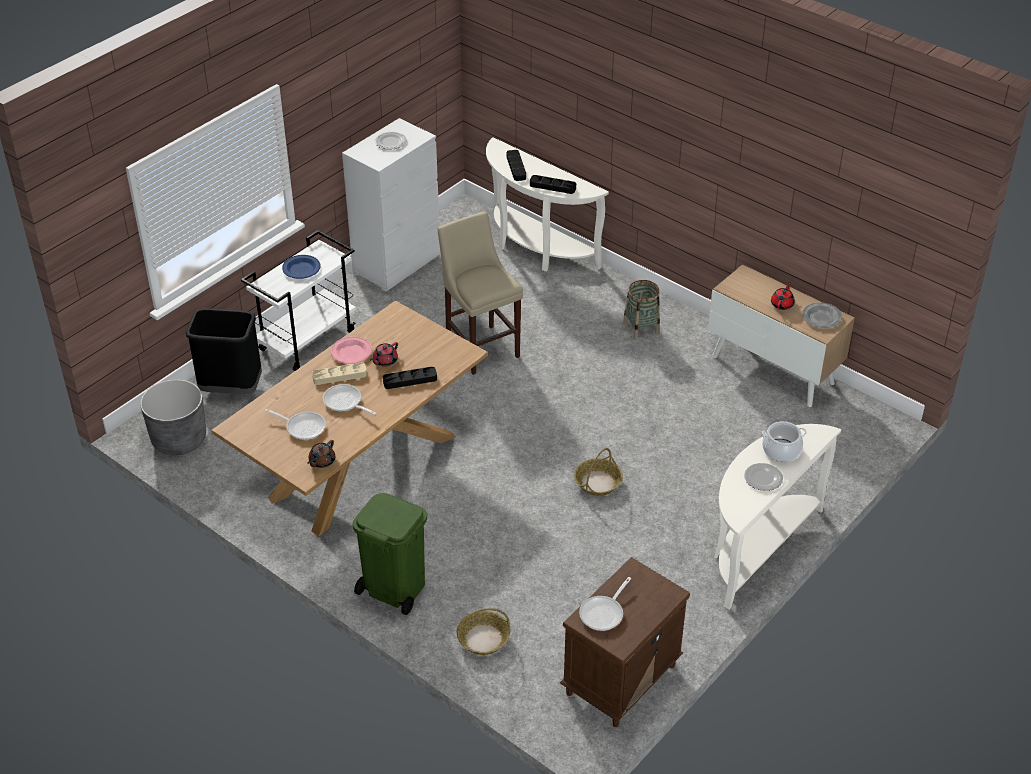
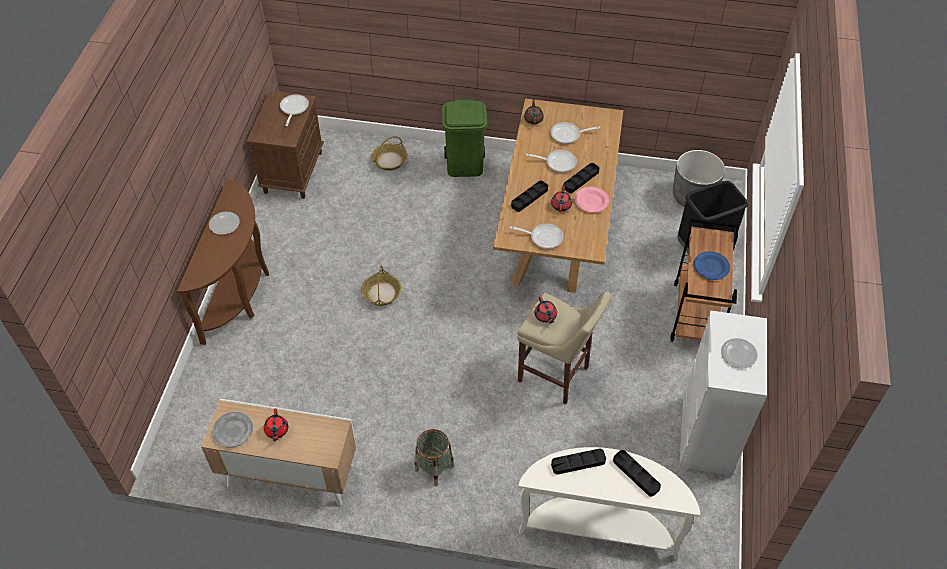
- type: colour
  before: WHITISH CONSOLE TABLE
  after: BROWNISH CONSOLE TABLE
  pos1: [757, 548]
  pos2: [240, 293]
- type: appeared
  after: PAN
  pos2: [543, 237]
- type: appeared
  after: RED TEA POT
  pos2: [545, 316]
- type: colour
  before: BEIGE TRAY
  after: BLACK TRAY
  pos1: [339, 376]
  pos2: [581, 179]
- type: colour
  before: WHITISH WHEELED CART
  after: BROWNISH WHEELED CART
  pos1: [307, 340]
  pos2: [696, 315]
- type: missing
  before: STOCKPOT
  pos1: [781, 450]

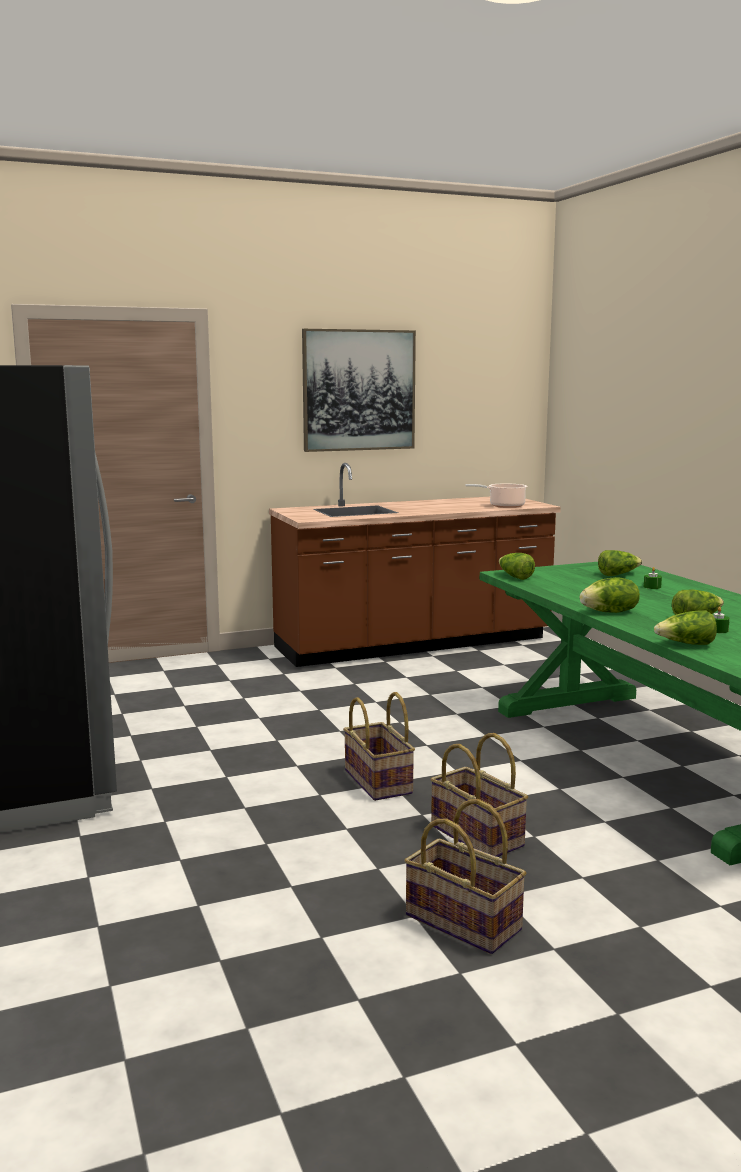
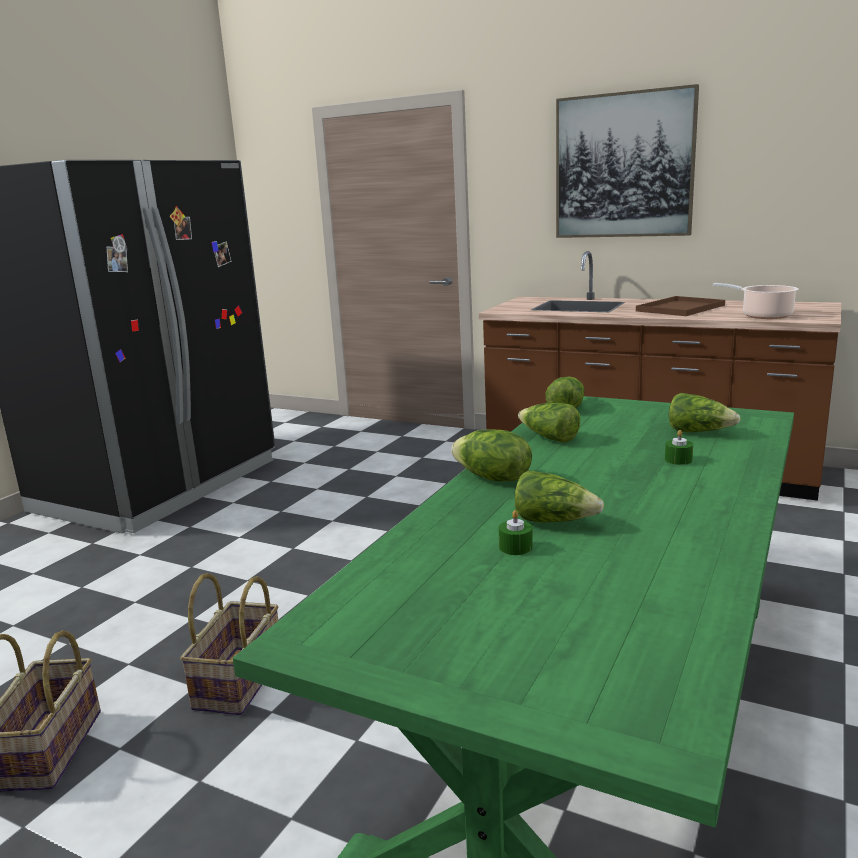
- type: relocated
  before: LETTUCE HEAD
  pos1: [686, 644]
  pos2: [549, 438]
- type: appeared
  after: BROWNISH TRAY
  pos2: [680, 308]
- type: missing
  before: HOUSEHOLD BASKET
  pos1: [379, 782]

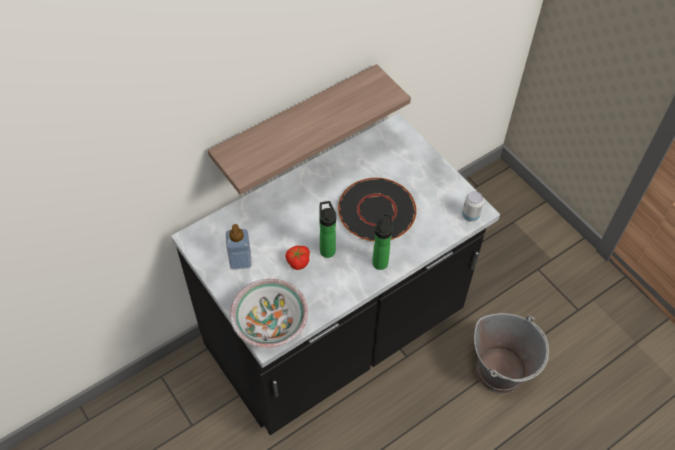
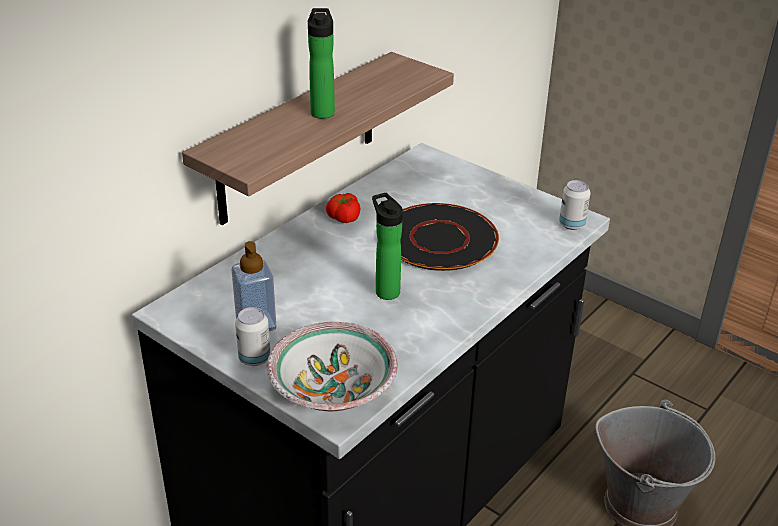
- type: appeared
  after: CAN
  pos2: [254, 358]
- type: relocated
  before: BEVERAGE BOTTLE
  pos1: [380, 261]
  pos2: [322, 111]
- type: relocated
  before: WHOLE TOMATO
  pos1: [297, 261]
  pos2: [343, 218]

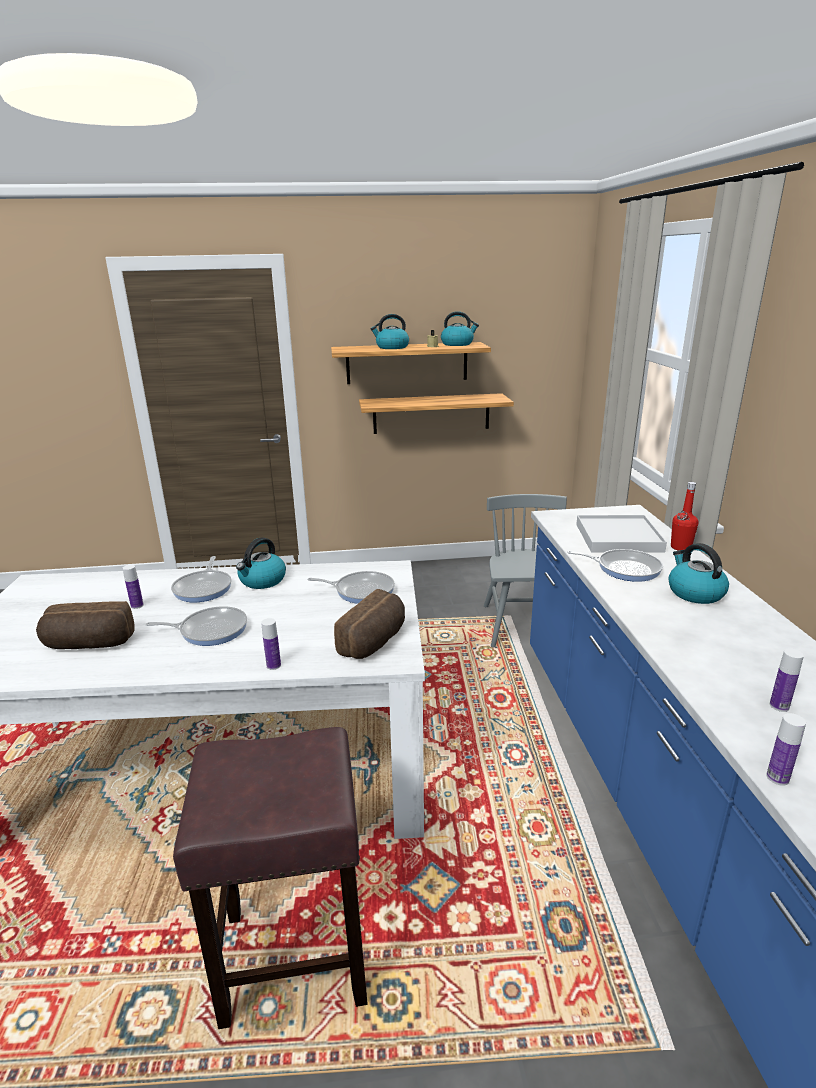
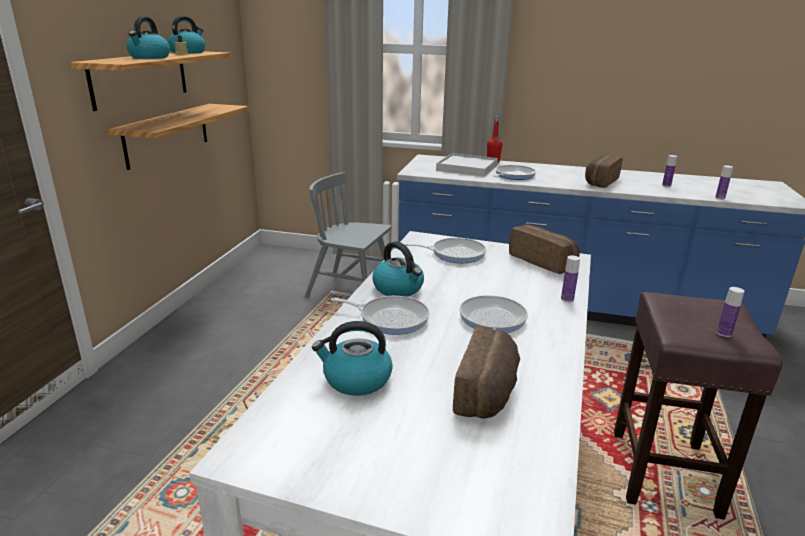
- type: relocated
  before: TEA KETTLE
  pos1: [694, 592]
  pos2: [356, 380]
- type: spun
  before: PAN
  pos1: [361, 591]
  pos2: [455, 254]
  turn: 60
- type: appeared
  after: BREAD
  pos2: [599, 181]
- type: relocated
  before: BEVERAGE BOTTLE
  pos1: [137, 605]
  pos2: [724, 333]

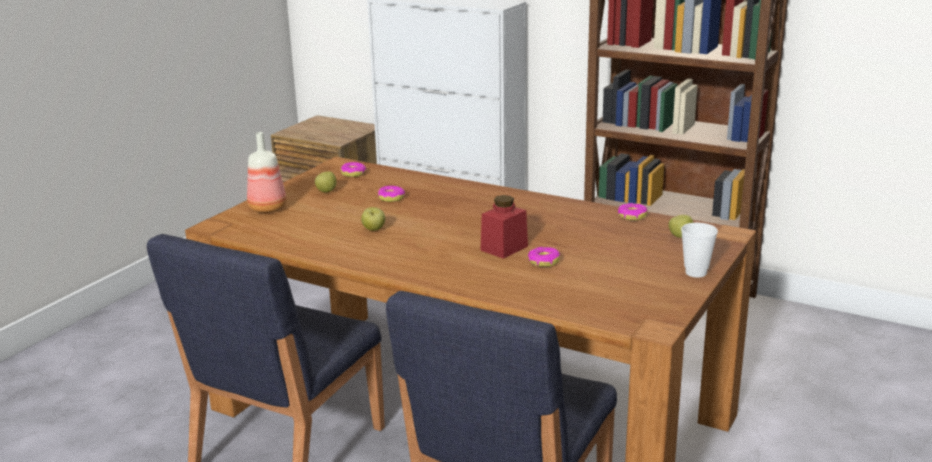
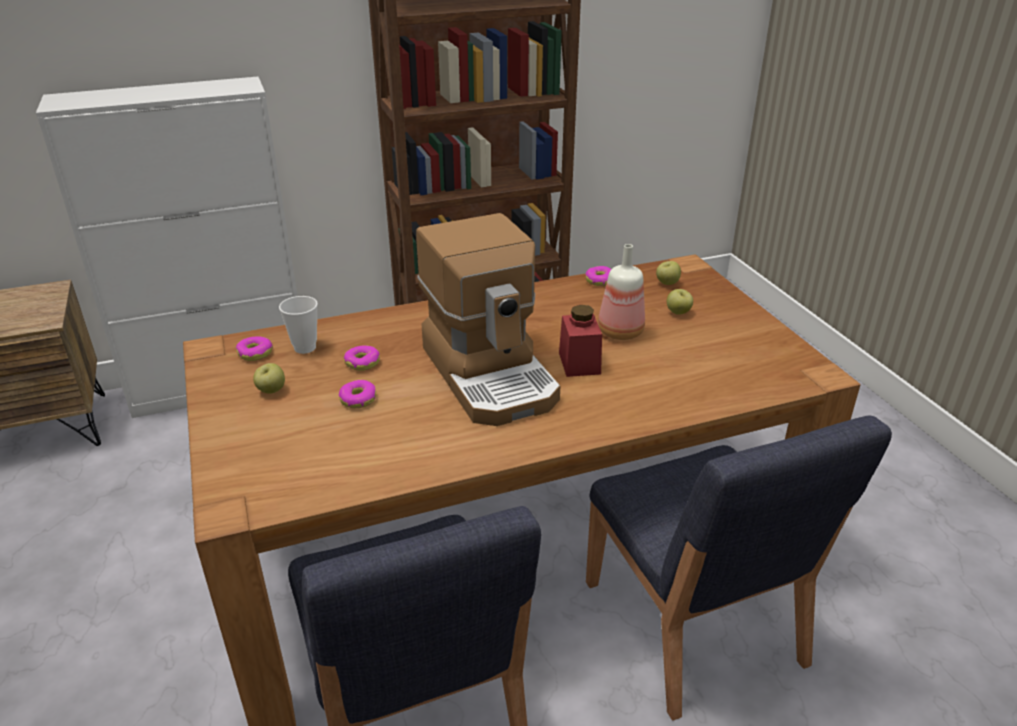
- type: relocated
  before: CUP
  pos1: [696, 273]
  pos2: [305, 347]
- type: relocated
  before: RING DOUGHNUT
  pos1: [543, 262]
  pos2: [358, 399]
- type: appeared
  after: COFFEE MAKER
  pos2: [491, 374]
- type: relocated
  before: BEVERAGE BOTTLE
  pos1: [267, 208]
  pos2: [619, 332]
- type: relocated
  before: APPLE
  pos1: [374, 230]
  pos2: [678, 313]

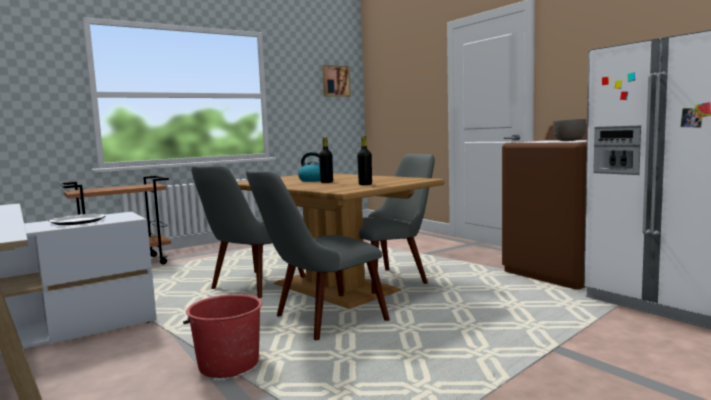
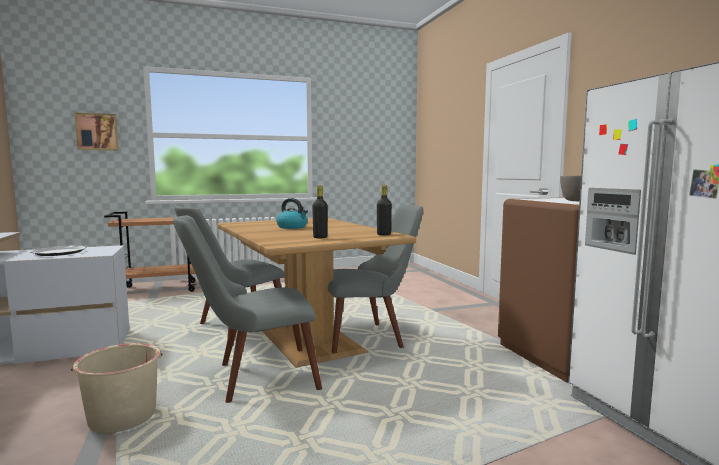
- type: colour
  before: RED BUCKET
  after: BEIGE BUCKET
  pos1: [228, 364]
  pos2: [122, 416]
- type: relocated
  before: PICTURE
  pos1: [335, 81]
  pos2: [97, 132]
- type: relocated
  before: BLACK BEVERAGE BOTTLE
  pos1: [326, 182]
  pos2: [383, 234]

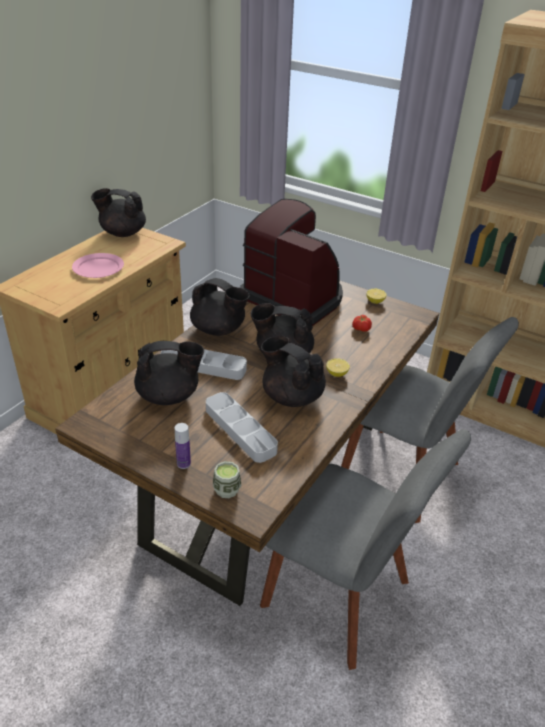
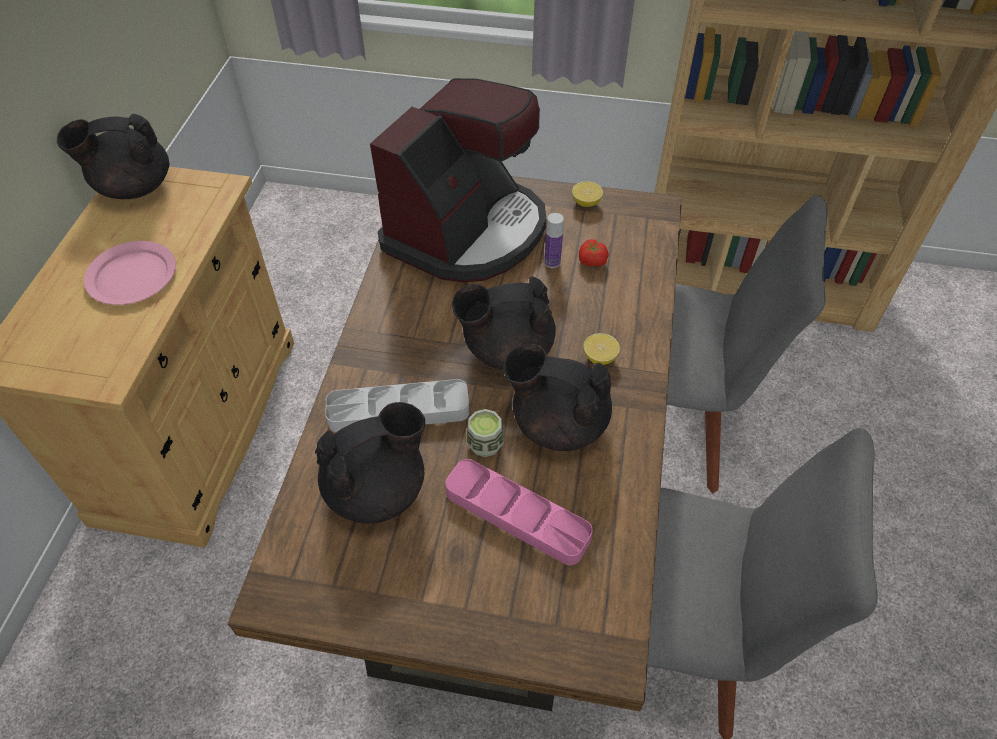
- type: spun
  before: COFFEE MAKER
  pos1: [294, 297]
  pos2: [467, 231]
  turn: 105
- type: colour
  before: GREYISH TRAY
  after: PINKISH TRAY
  pos1: [240, 430]
  pos2: [517, 515]
- type: relocated
  before: CUP
  pos1: [227, 490]
  pos2: [485, 444]
- type: relocated
  before: BEVERAGE BOTTLE
  pos1: [183, 464]
  pos2: [552, 262]
- type: missing
  before: BLACK TEA POT
  pos1: [219, 329]

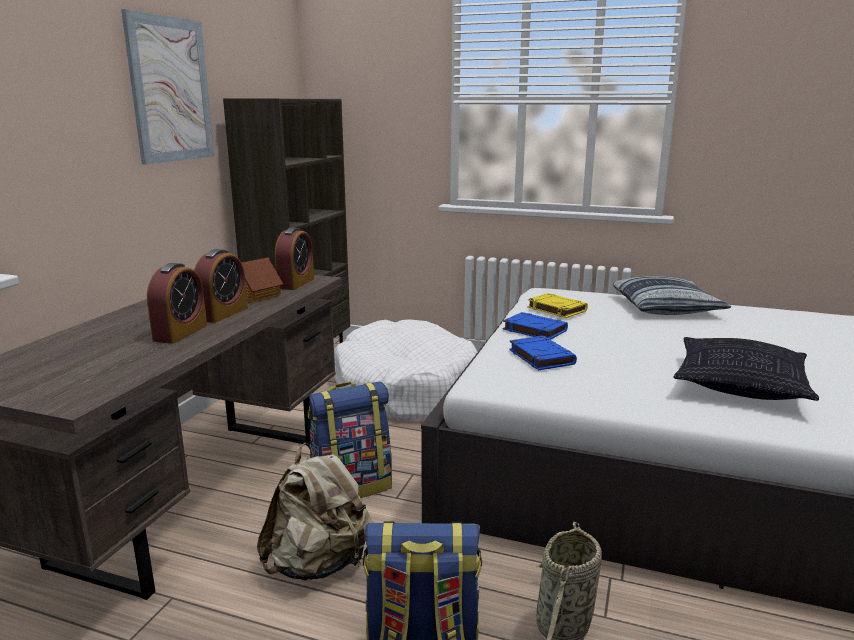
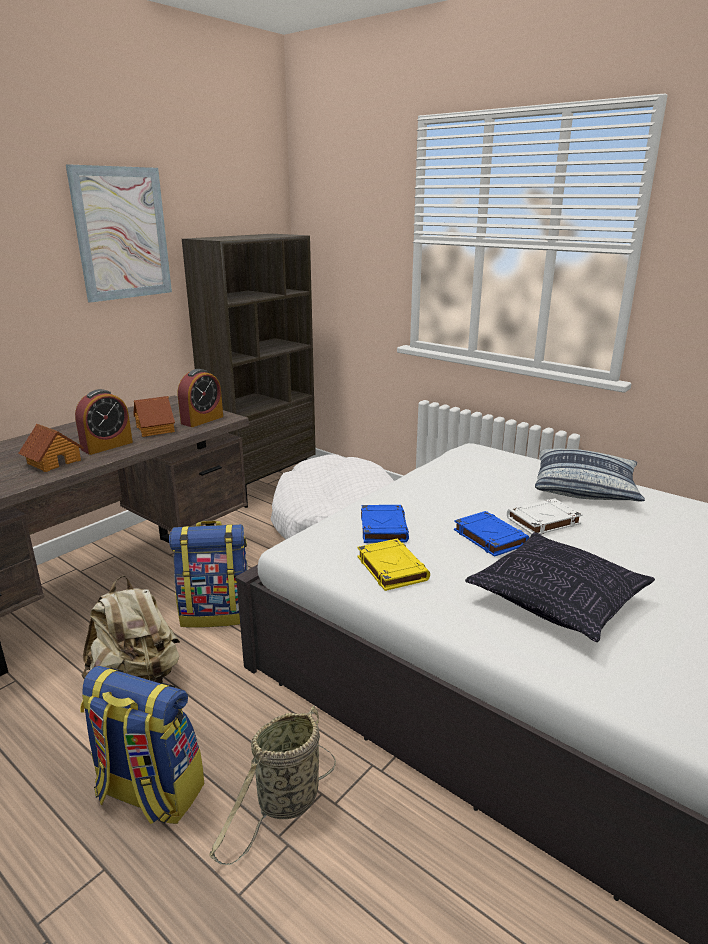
- type: exchanged
  before: ALARM CLOCK
  after: TOY HOUSE
  pos1: [180, 333]
  pos2: [53, 461]
- type: relocated
  before: YELLOW-COLOURED BOUND BOOK
  pos1: [556, 309]
  pos2: [391, 568]
- type: relocated
  before: BLUISH BOUND BOOK
  pos1: [534, 330]
  pos2: [489, 537]
- type: appeared
  after: WHITISH BOUND BOOK
  pos2: [542, 521]

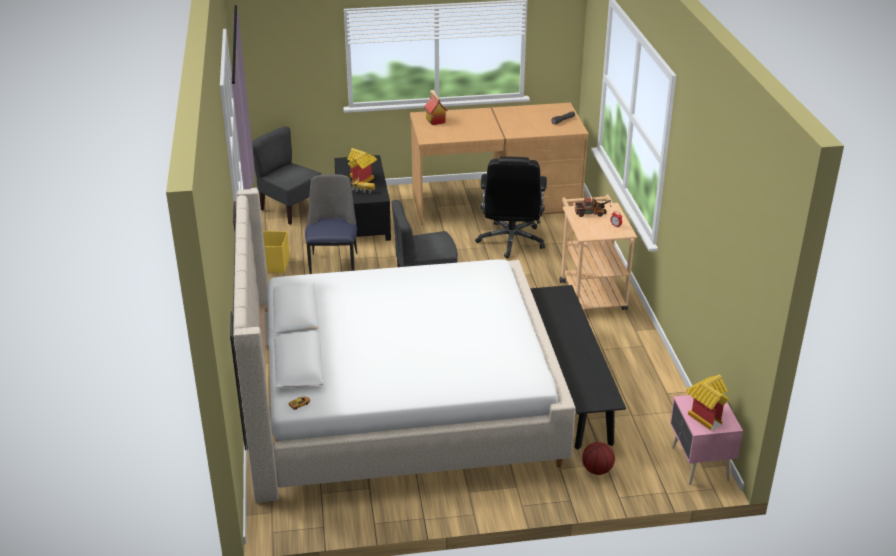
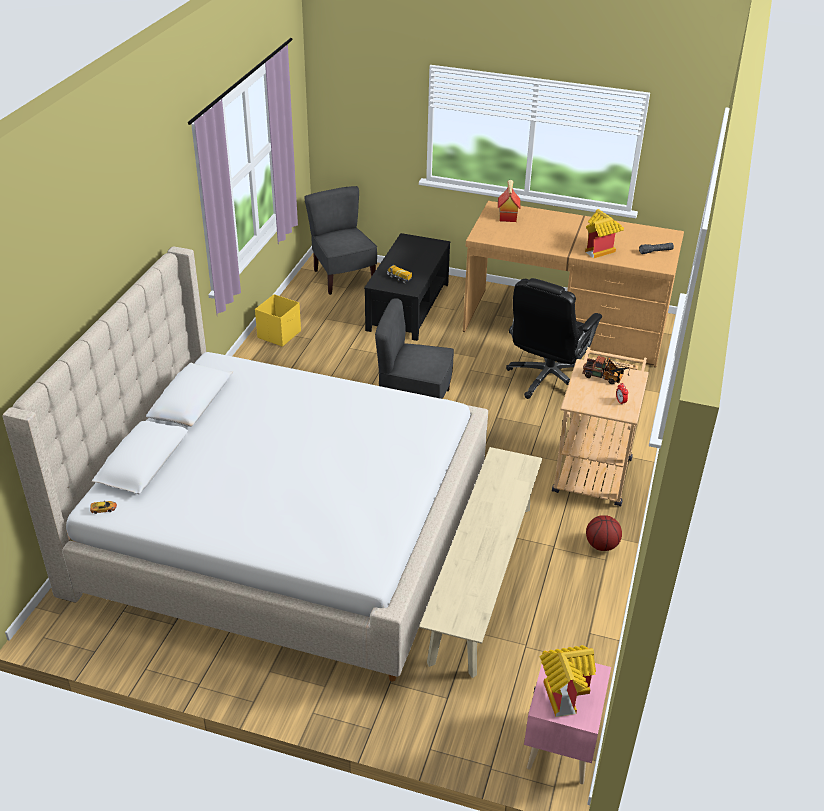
- type: colour
  before: BLACK LONG SEAT
  after: BEIGE LONG SEAT
  pos1: [571, 385]
  pos2: [482, 580]
- type: relocated
  before: TOY HOUSE
  pos1: [362, 179]
  pos2: [600, 250]
- type: relocated
  before: BALL FOR BASKETBALL
  pos1: [597, 470]
  pos2: [602, 545]
- type: missing
  before: UPRIGHT CHAIR
  pos1: [334, 265]

